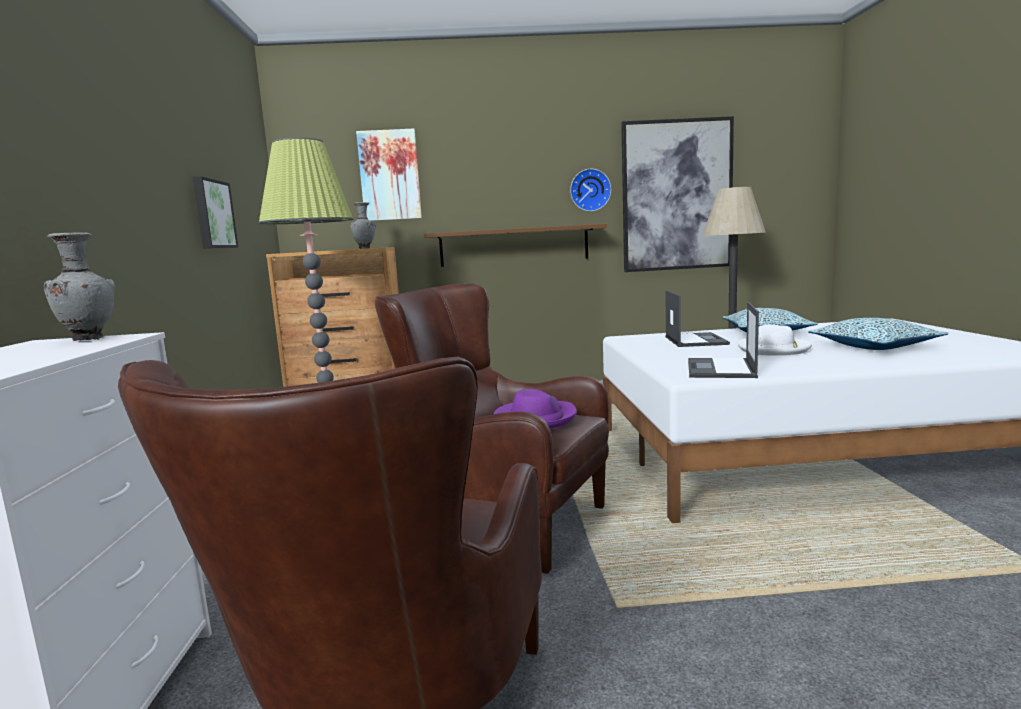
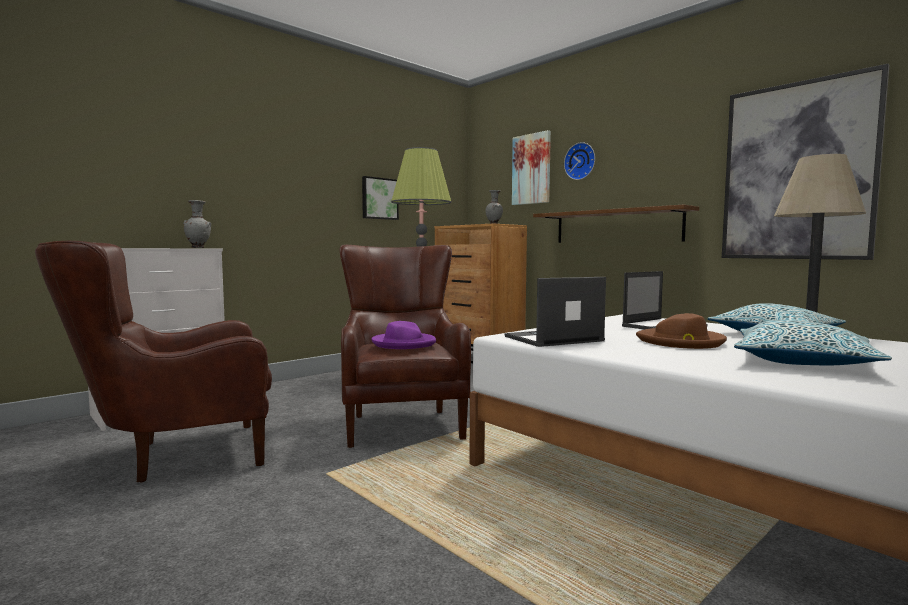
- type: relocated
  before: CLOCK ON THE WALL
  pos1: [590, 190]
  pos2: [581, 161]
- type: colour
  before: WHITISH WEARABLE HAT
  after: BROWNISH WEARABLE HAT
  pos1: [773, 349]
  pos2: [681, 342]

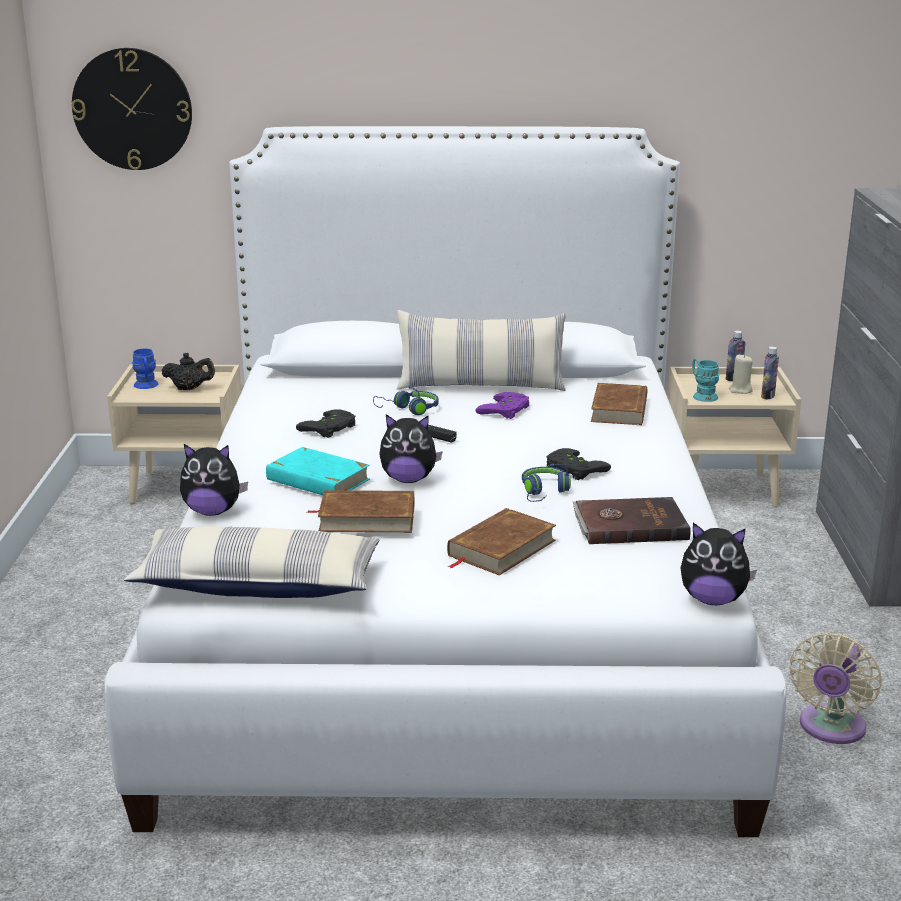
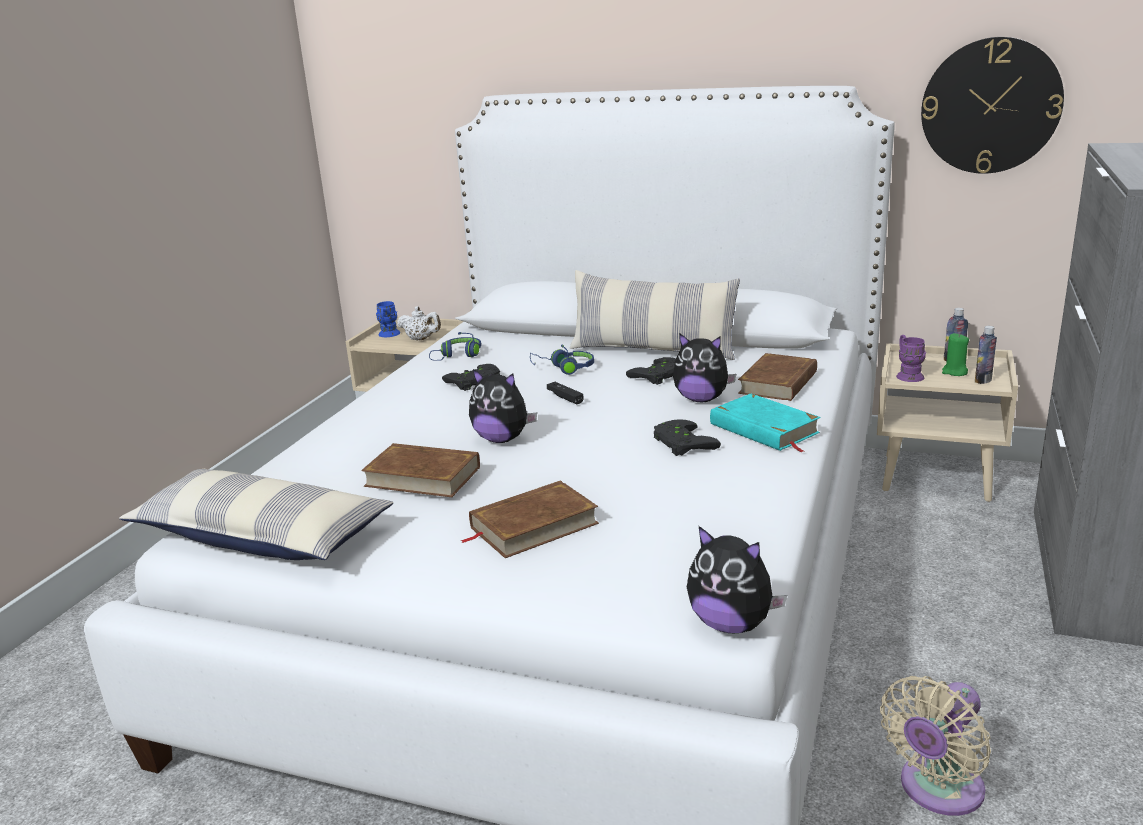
- type: colour
  before: BLACK TEA POT
  after: WHITISH TEA POT
  pos1: [189, 389]
  pos2: [421, 339]
- type: relocated
  before: BLUISH HEADSET
  pos1: [544, 492]
  pos2: [458, 356]
- type: colour
  before: PURPLISH GAME CONTROLLER
  after: BLACK GAME CONTROLLER
  pos1: [507, 410]
  pos2: [660, 376]
- type: relocated
  before: SOFT TOY
  pos1: [213, 511]
  pos2: [701, 399]
- type: relocated
  before: TURQUOISE-COLOURED BOUND BOOK
  pos1: [318, 480]
  pos2: [764, 429]
- type: colour
  before: TURQUOISE-COLOURED TEA MUG
  after: PURPLISH TEA MUG
  pos1: [702, 395]
  pos2: [907, 375]
- type: relocated
  before: CLOCK ON THE WALL
  pos1: [132, 109]
  pos2: [990, 106]
- type: colour
  before: BEIGE WAX CANDLE
  after: GREEN-COLOURED WAX CANDLE
  pos1: [740, 390]
  pos2: [954, 372]
- type: missing
  before: BROWNISH BOUND BOOK
  pos1: [629, 525]

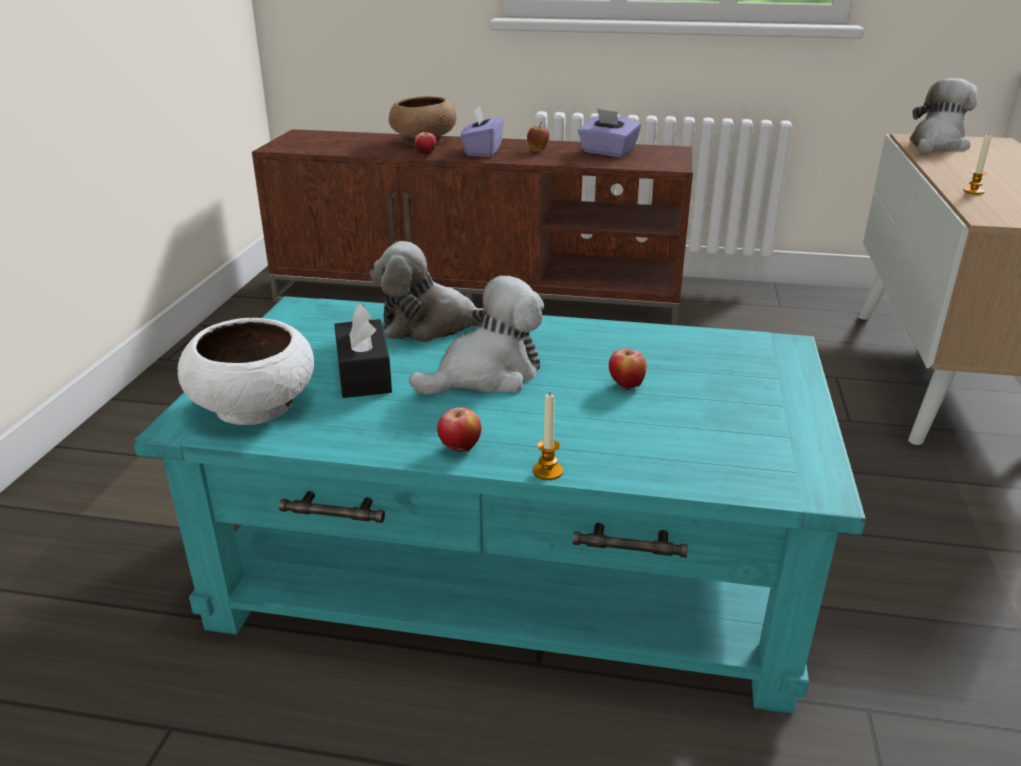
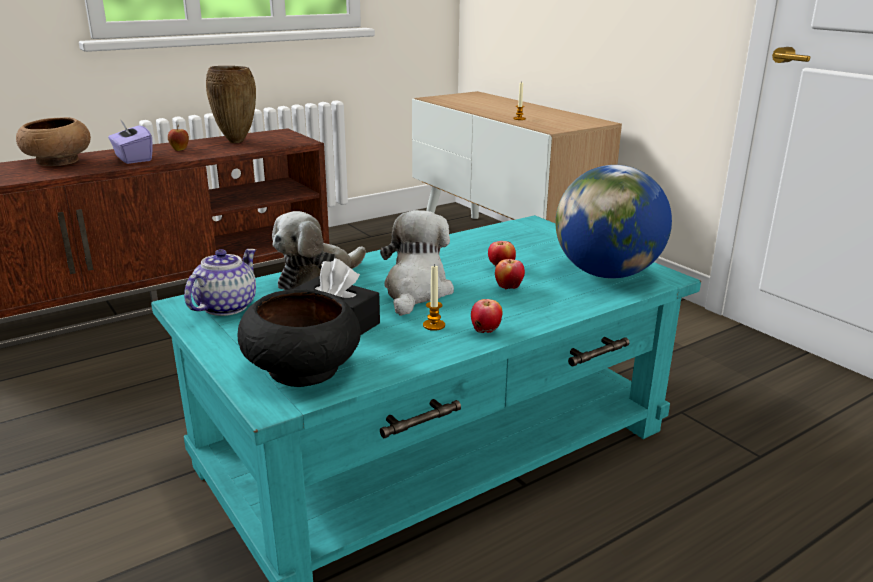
- type: appeared
  after: TEA POT
  pos2: [225, 306]
- type: exchanged
  before: PURPLISH TISSUE BOX
  after: BROWNISH DECORATIVE VASE
  pos1: [607, 152]
  pos2: [237, 141]
- type: colour
  before: WHITISH SERVING BOWL
  after: BLACK SERVING BOWL
  pos1: [255, 406]
  pos2: [303, 369]
- type: relocated
  before: WAX CANDLE
  pos1: [547, 471]
  pos2: [434, 325]
- type: relocated
  before: APPLE
  pos1: [426, 155]
  pos2: [508, 288]
- type: appeared
  after: WORLD GLOBE
  pos2: [607, 274]
- type: missing
  before: SOFT TOY
  pos1: [936, 145]

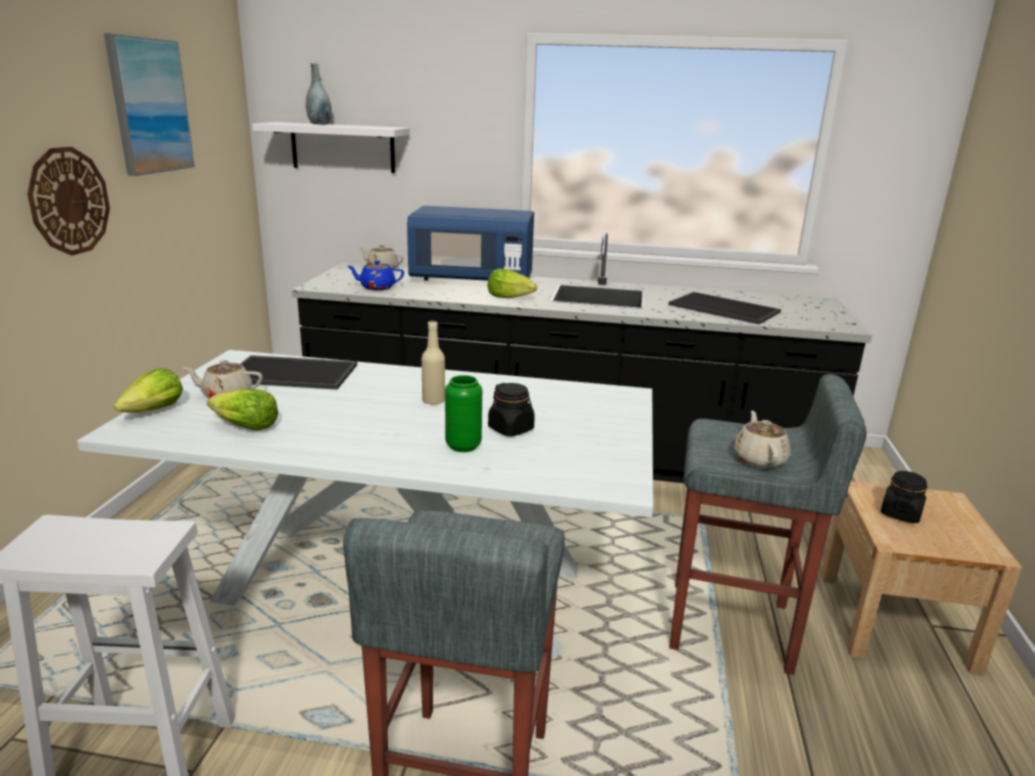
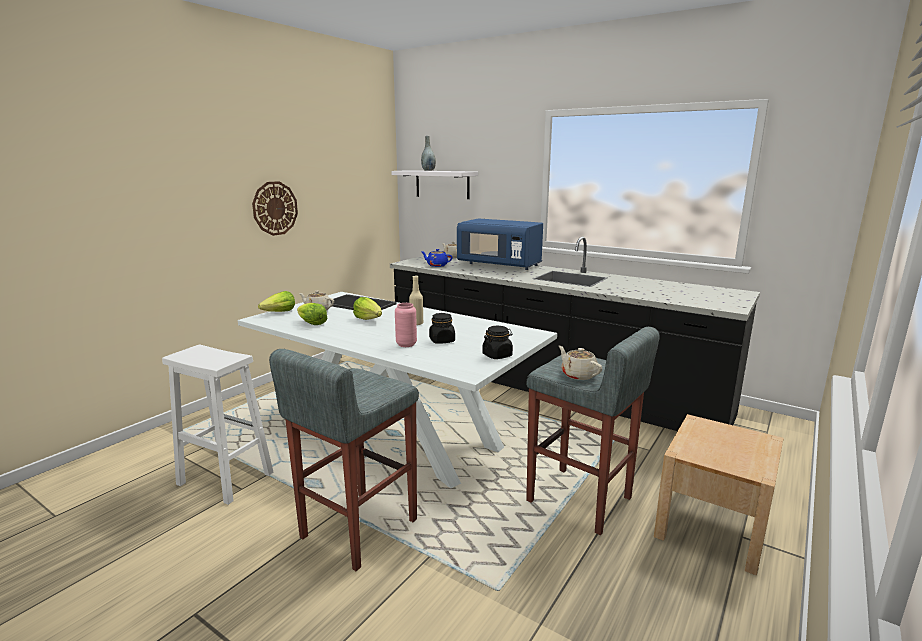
- type: relocated
  before: LETTUCE HEAD
  pos1: [510, 297]
  pos2: [369, 319]
- type: colour
  before: GREEN-COLOURED DECORATIVE VASE
  after: PINKISH DECORATIVE VASE
  pos1: [463, 446]
  pos2: [406, 344]
- type: relocated
  before: BLACK PRESERVE JAR
  pos1: [900, 514]
  pos2: [497, 355]
- type: spun
  before: BEIGE TEA POT
  pos1: [759, 459]
  pos2: [578, 375]
  turn: -60
- type: missing
  before: PICTURE
  pos1: [149, 106]
- type: missing
  before: TRAY
  pos1: [722, 308]

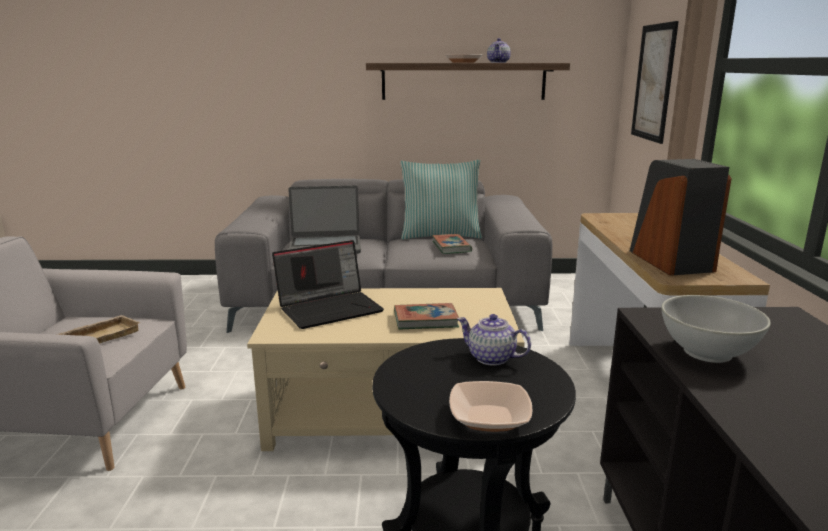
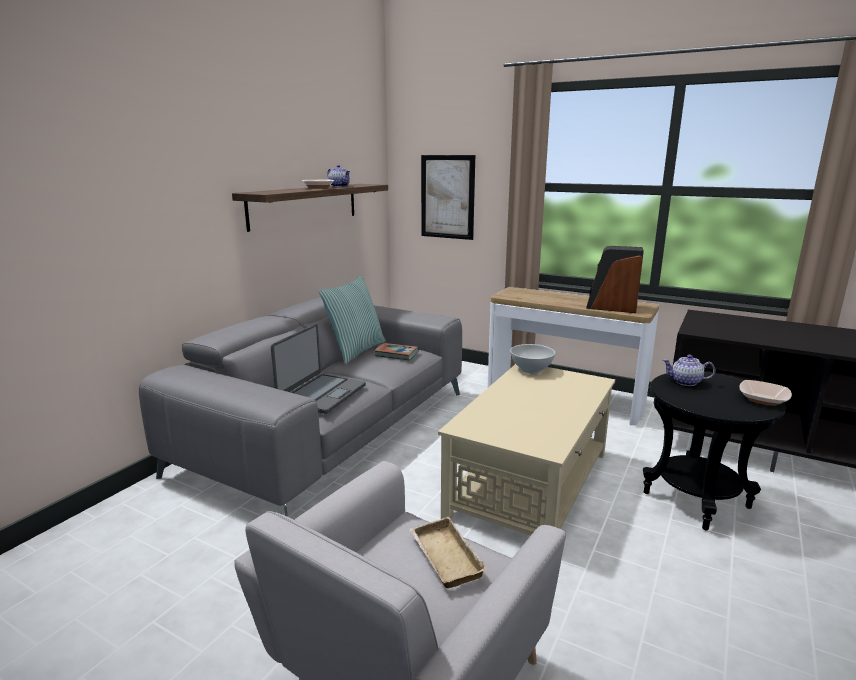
- type: relocated
  before: WHITISH SERVING BOWL
  pos1: [707, 352]
  pos2: [531, 369]
- type: spun
  before: TEA POT
  pos1: [490, 358]
  pos2: [685, 382]
  turn: 45
- type: missing
  before: NOTEBOOK COMPUTER
  pos1: [330, 308]
- type: missing
  before: BOUND BOOK
  pos1: [426, 320]

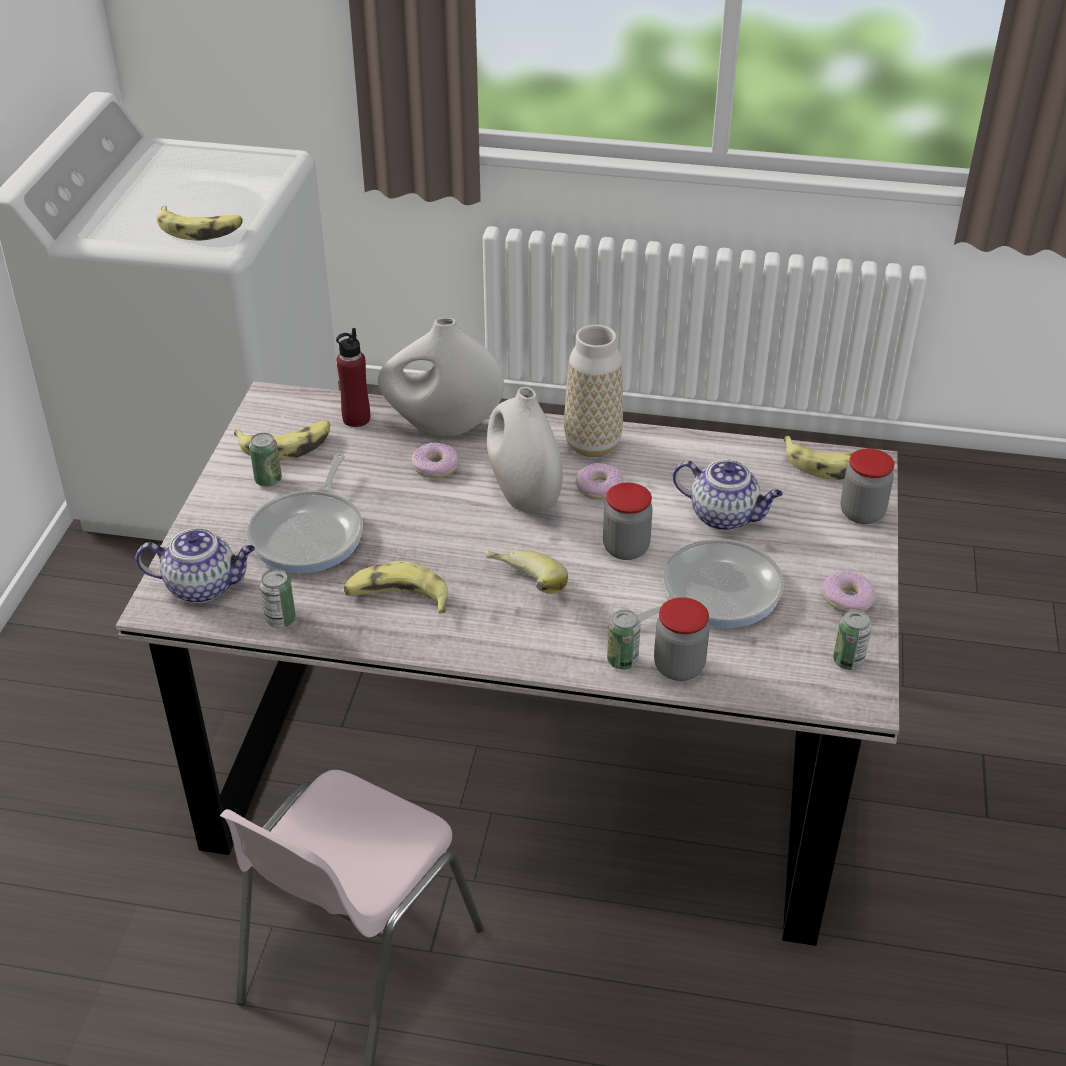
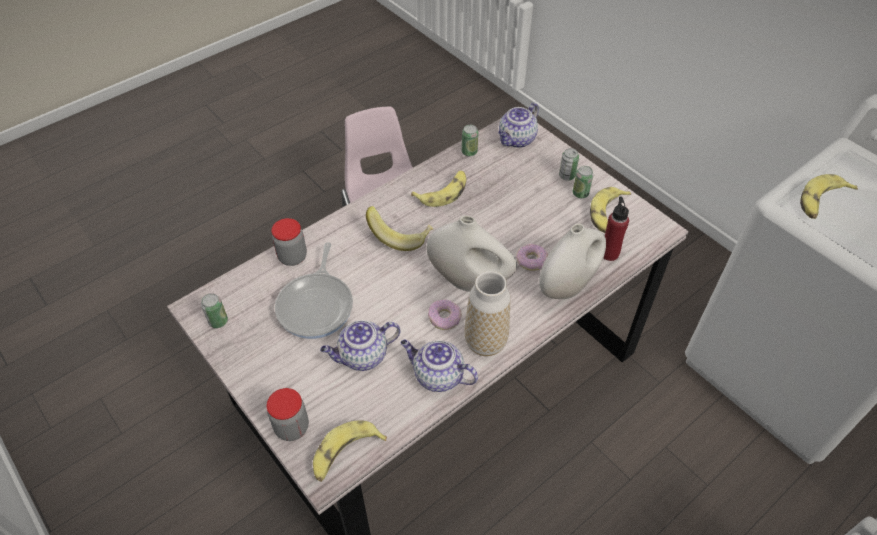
- type: appeared
  after: TEA POT
  pos2: [437, 376]
- type: relocated
  before: CAN
  pos1: [622, 660]
  pos2: [566, 176]
- type: missing
  before: PAN
  pos1: [310, 534]
- type: missing
  before: PRESERVE JAR
  pos1: [626, 548]
- type: missing
  before: RING DOUGHNUT
  pos1: [847, 599]

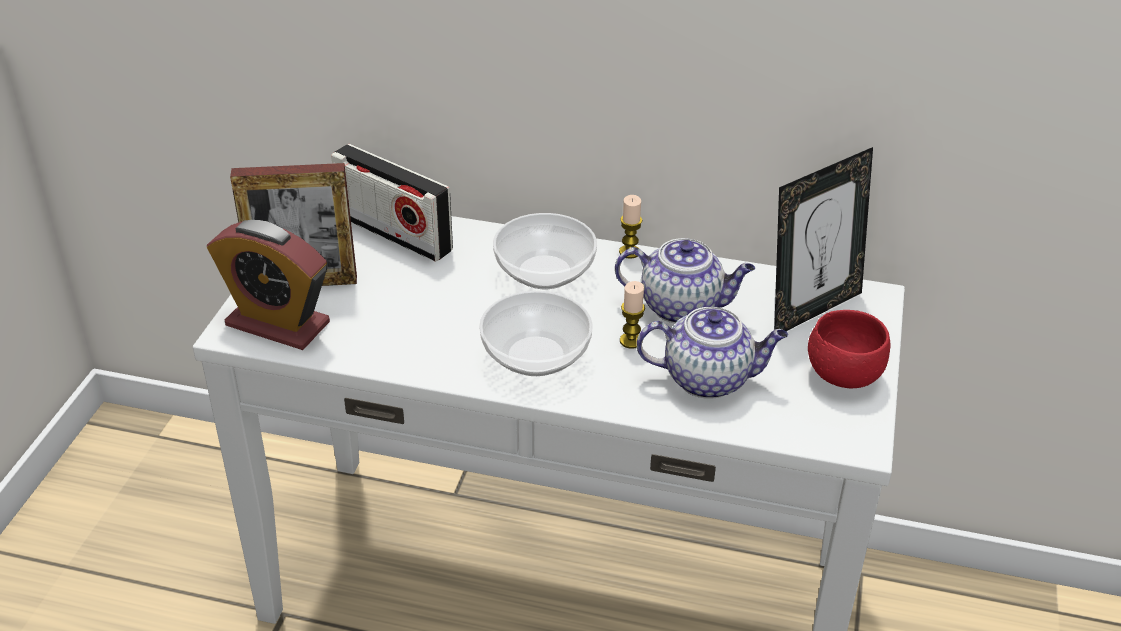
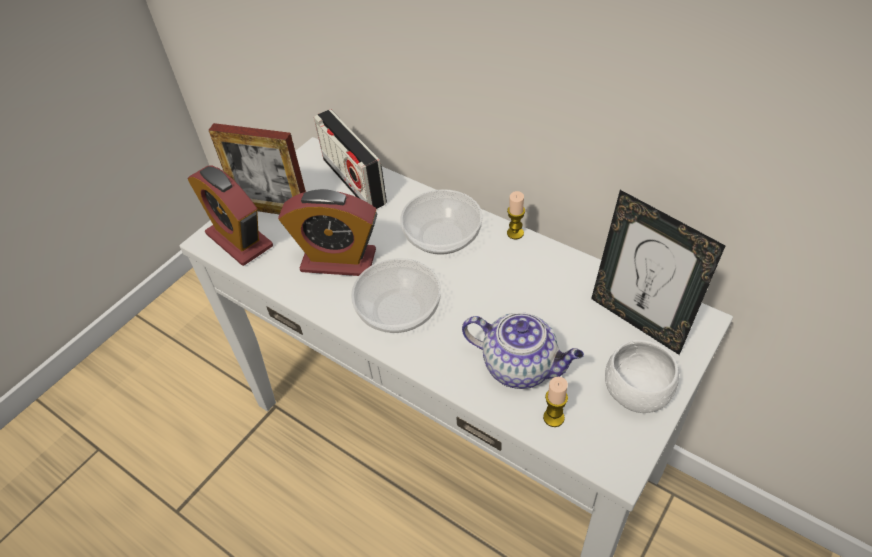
- type: appeared
  after: ALARM CLOCK
  pos2: [338, 261]
- type: relocated
  before: WAX CANDLE
  pos1: [631, 341]
  pos2: [553, 417]
- type: spun
  before: PICTURE FRAME
  pos1: [811, 309]
  pos2: [638, 320]
  turn: 60
- type: colour
  before: RED SERVING BOWL
  after: WHITISH SERVING BOWL
  pos1: [843, 374]
  pos2: [636, 392]
- type: missing
  before: TEA POT
  pos1: [682, 307]

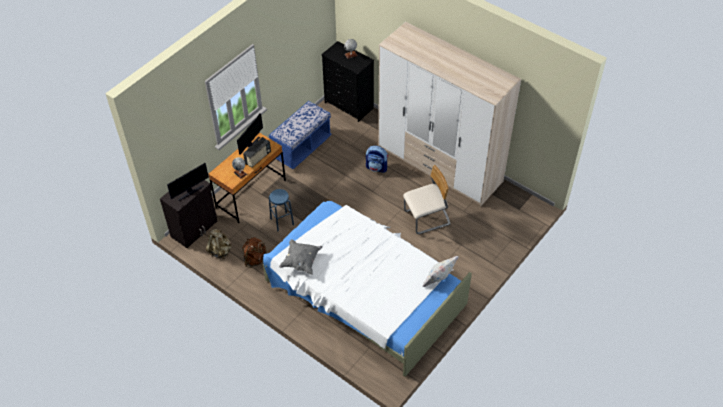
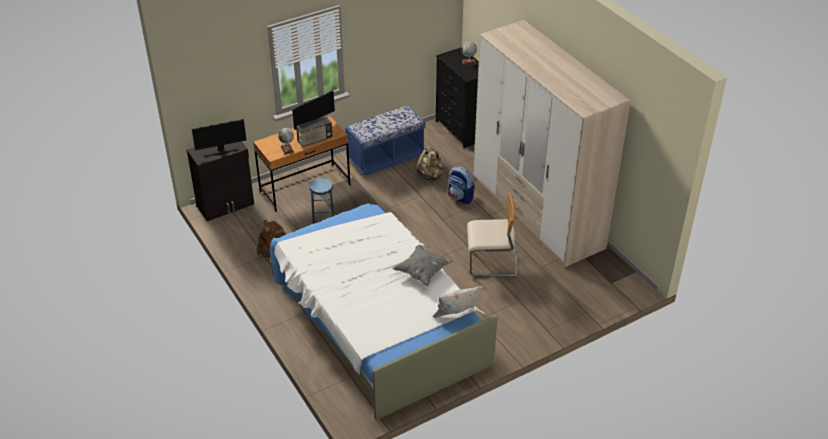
- type: relocated
  before: GREYISH PILLOW
  pos1: [301, 261]
  pos2: [422, 272]
- type: relocated
  before: BEIGE RUCKSACK
  pos1: [220, 250]
  pos2: [430, 175]

